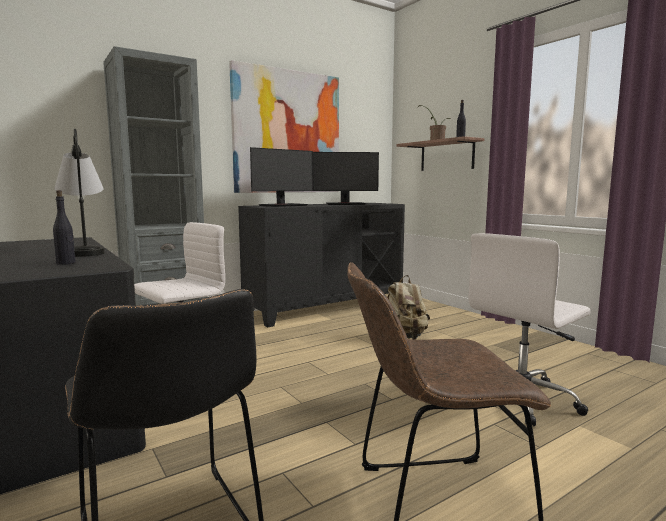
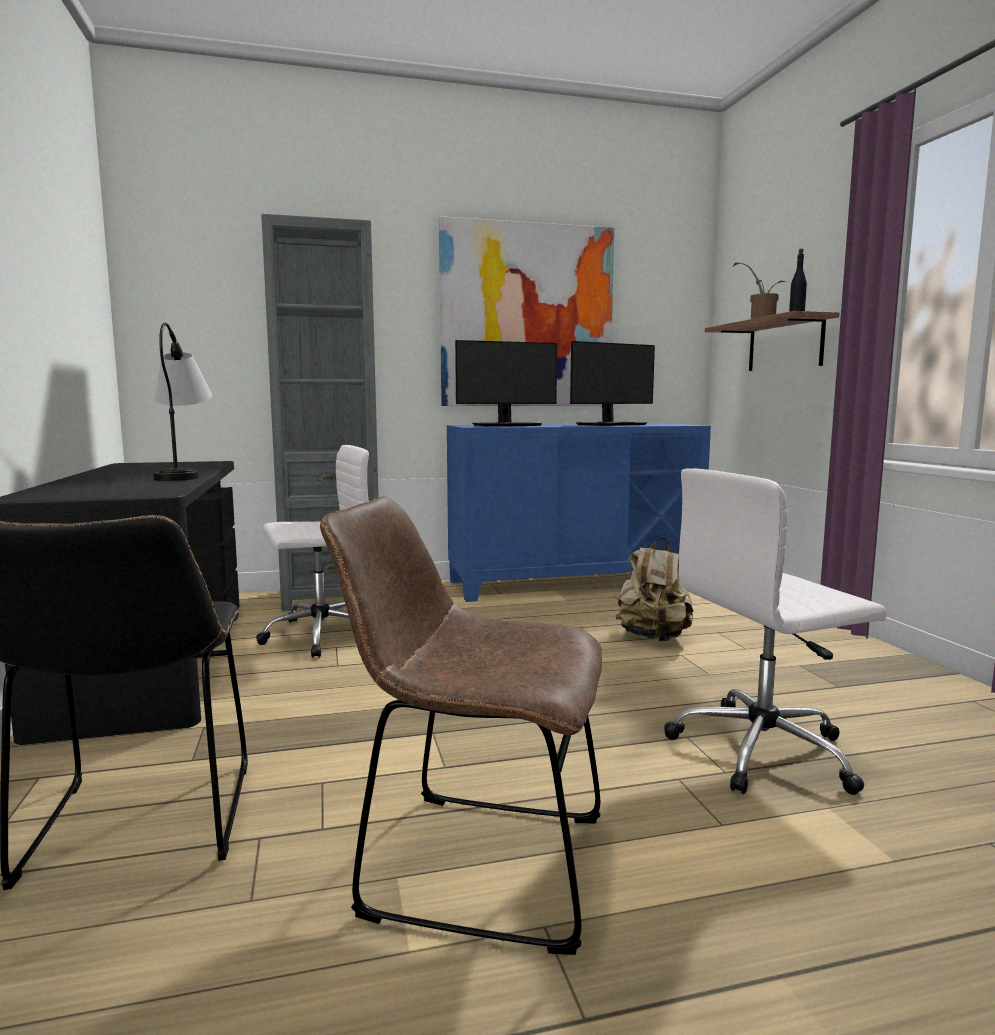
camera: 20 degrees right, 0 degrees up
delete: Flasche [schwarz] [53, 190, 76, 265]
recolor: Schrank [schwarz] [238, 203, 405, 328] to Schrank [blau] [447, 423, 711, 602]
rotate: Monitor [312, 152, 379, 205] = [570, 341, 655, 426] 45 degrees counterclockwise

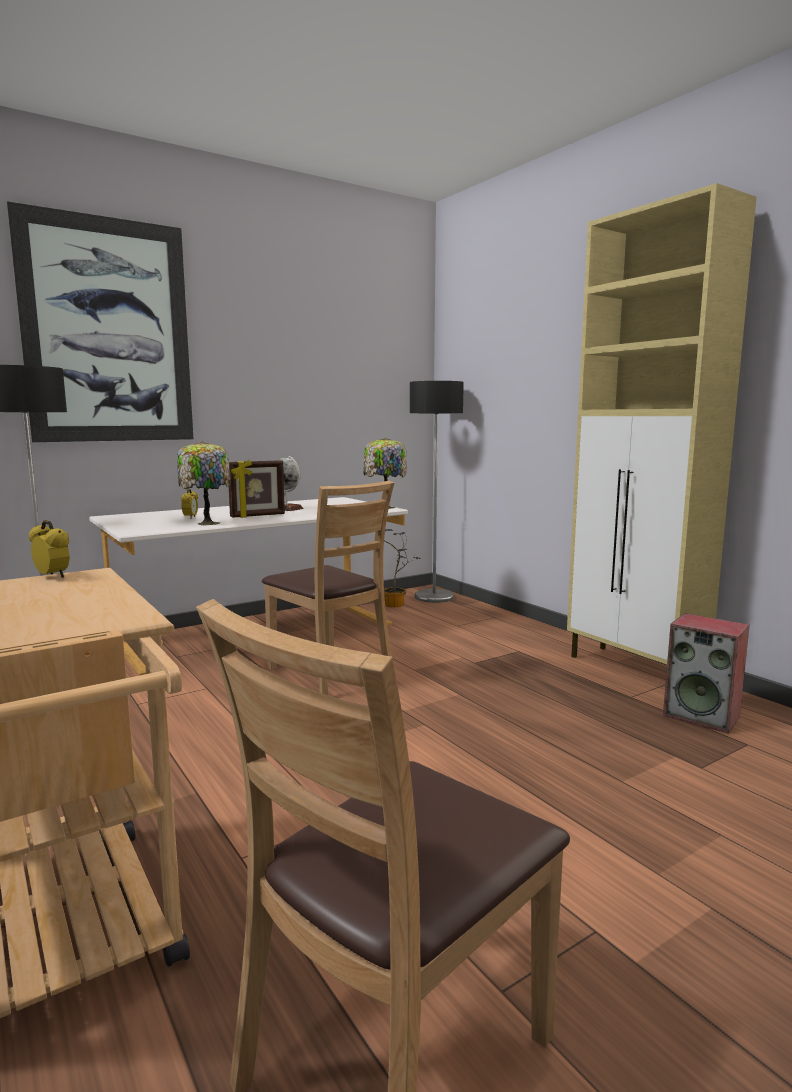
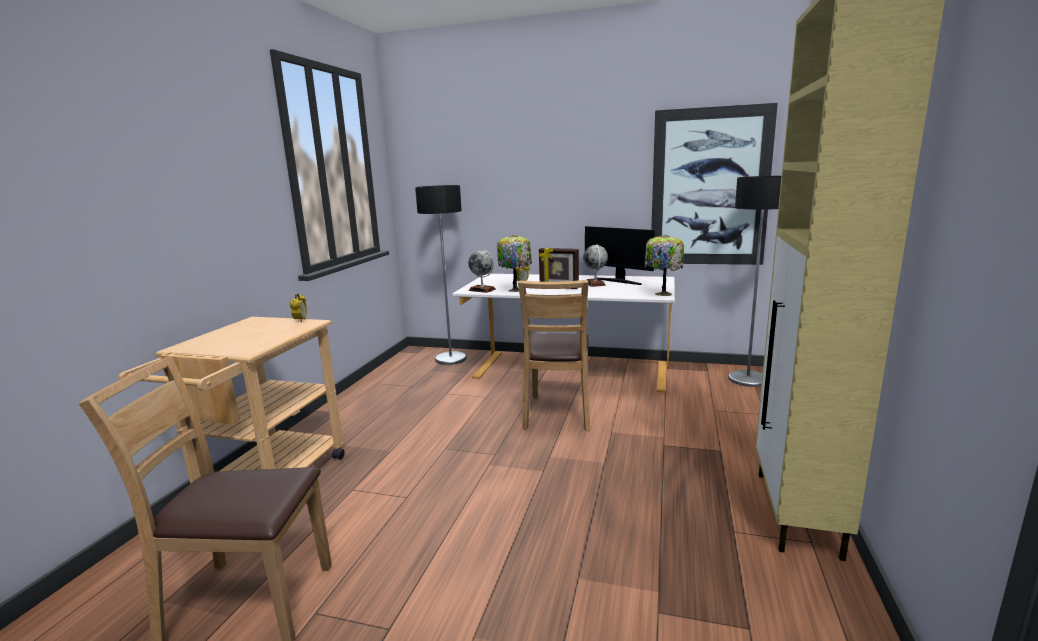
camera: 50 degrees right, 5 degrees up
delete: Topfpflanze [384, 529, 420, 607]; Lautsprecher [663, 613, 750, 733]
insert: Globus [468, 250, 496, 293]; Monitor [585, 226, 655, 285]
move: Bild [7, 201, 193, 442] to [651, 103, 778, 265]

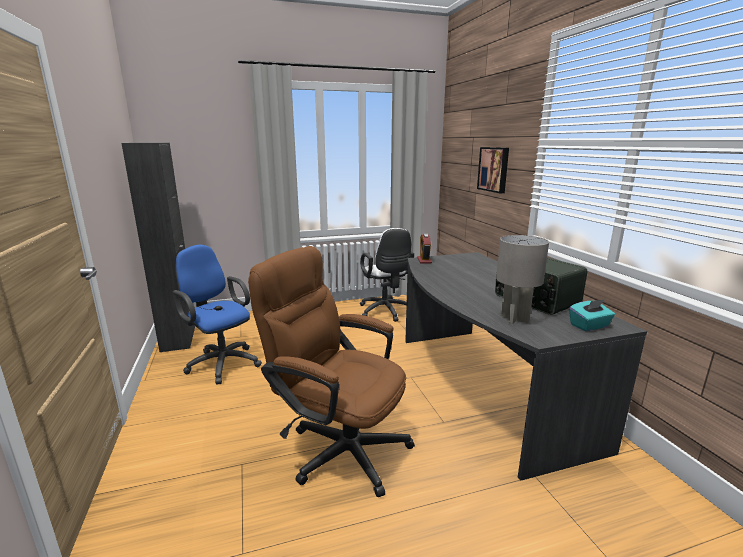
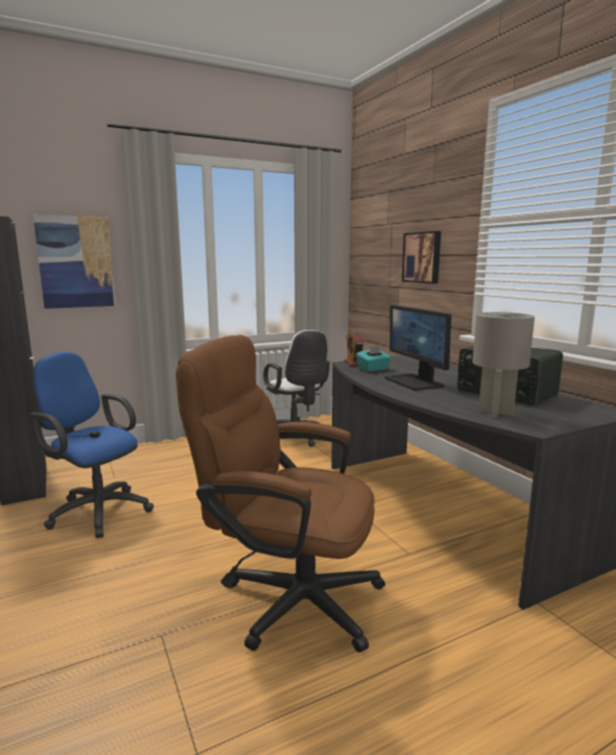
camera: 10 degrees left, 5 degrees down
insert: Bild [33, 215, 116, 309]; Monitor [384, 305, 451, 390]
move: Taschentuchbox [türkis] [569, 299, 615, 331] to [356, 346, 392, 372]

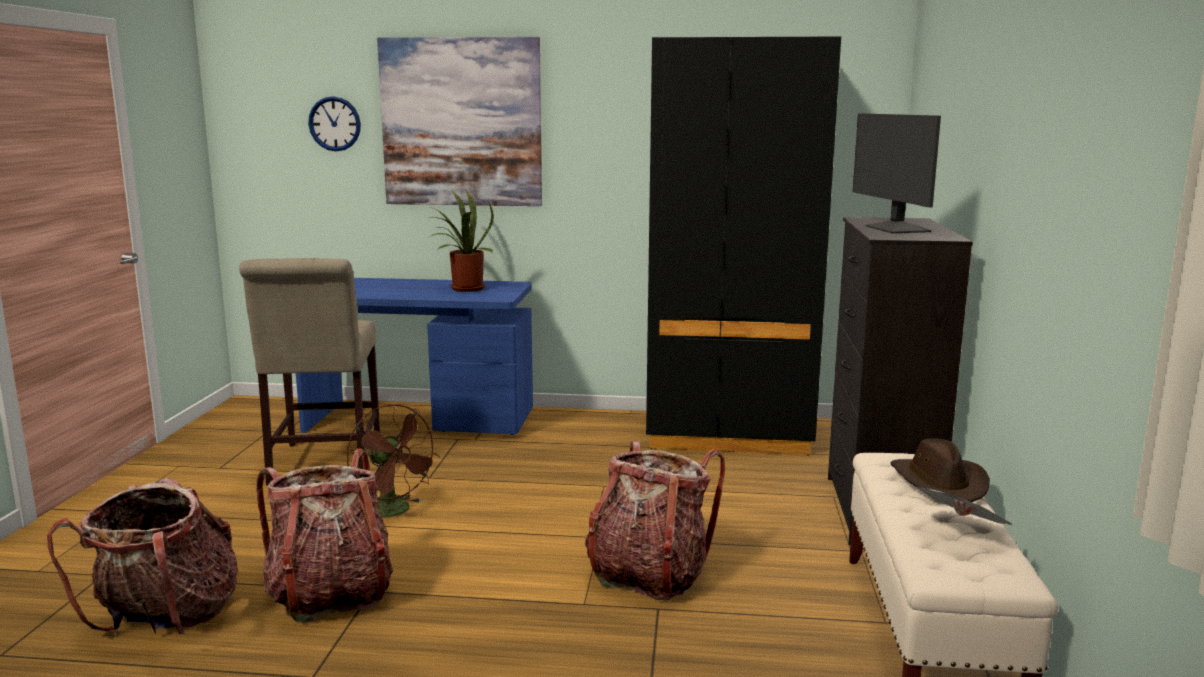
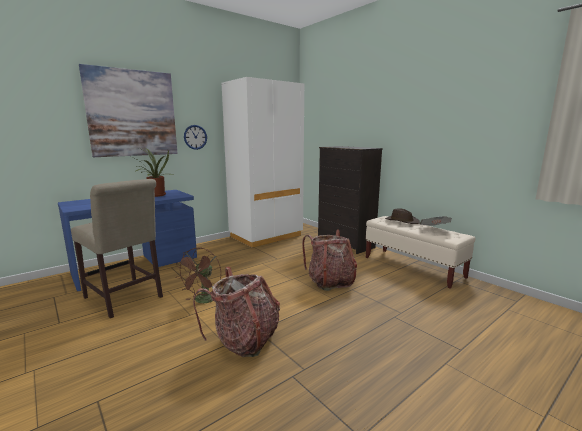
camera: 45 degrees left, 0 degrees up
delete: Rucksack [47, 478, 238, 635]; Monitor [853, 113, 941, 233]
move: Wanduhr [308, 96, 361, 151] to [184, 125, 207, 150]
recolor: Kleiderschrank [schwarz] [646, 36, 841, 456] to Kleiderschrank [weiß] [222, 77, 304, 248]
rotate: Ventilator [braun] [347, 404, 440, 517] = [176, 248, 221, 303] 105 degrees clockwise

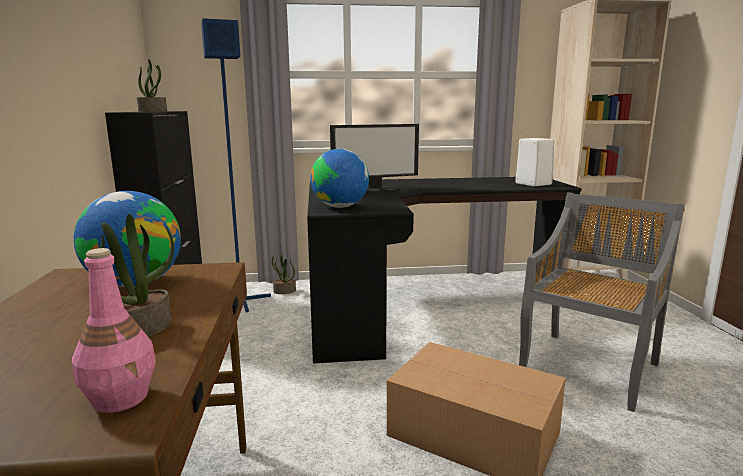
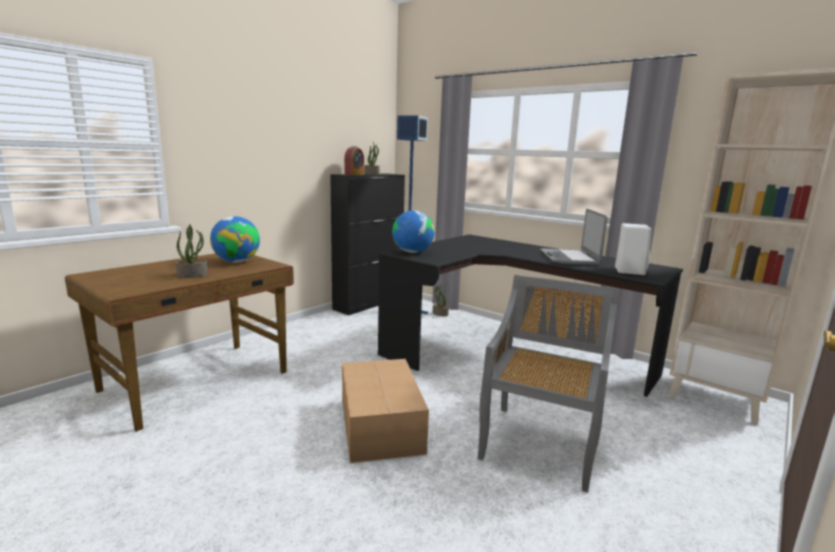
camera: 45 degrees right, 0 degrees up
delete: Flasche [rosa] [72, 248, 156, 413]; Monitor [330, 124, 419, 192]
insert: Wecker [344, 146, 364, 175]; Laptop [540, 209, 608, 265]
rotate: Stuhl [grau] [519, 192, 685, 412] = [477, 274, 620, 493] 60 degrees counterclockwise

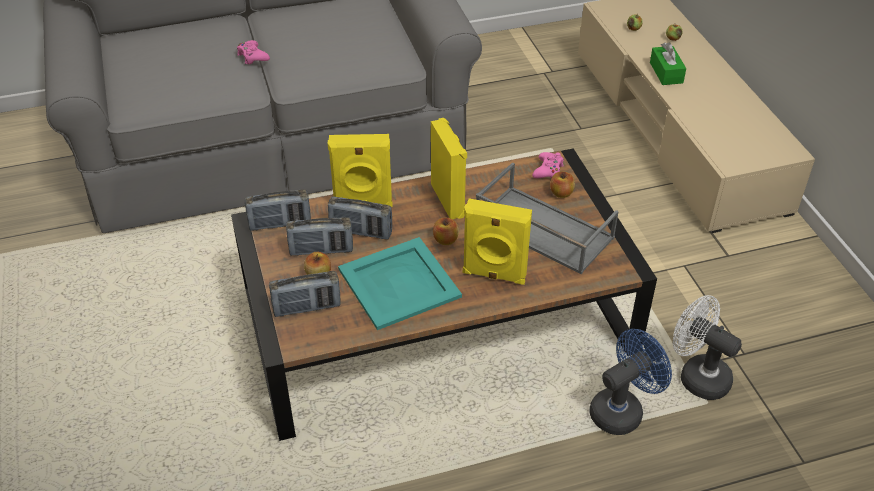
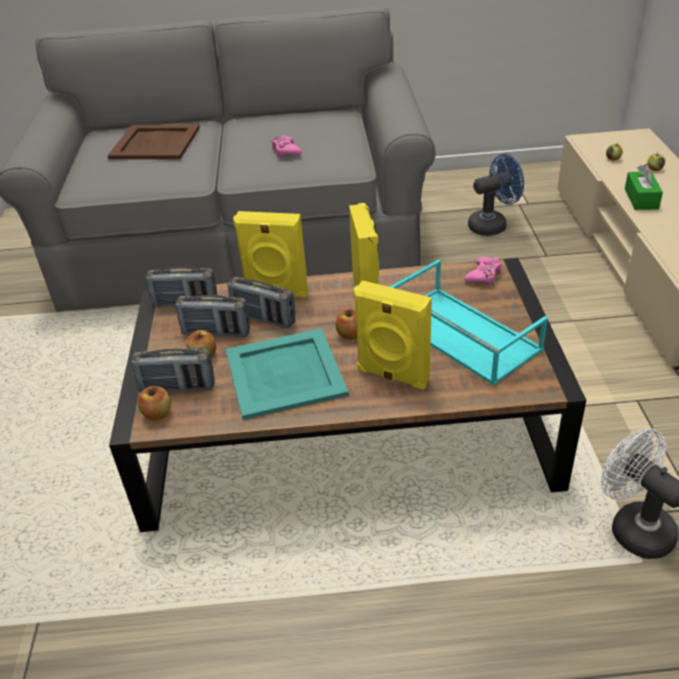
camera: 15 degrees right, 5 degrees down
insert: Tablett [braun] [107, 124, 200, 159]
move: Gamepad [rosa] [237, 40, 270, 65] to [272, 136, 302, 158]; Apfel [550, 171, 575, 198] to [138, 386, 171, 421]; Ventilator [blau] [589, 329, 672, 435] to [468, 154, 524, 236]
recolor: Tablett [grau] [476, 162, 619, 274] to Tablett [türkis] [389, 259, 548, 386]

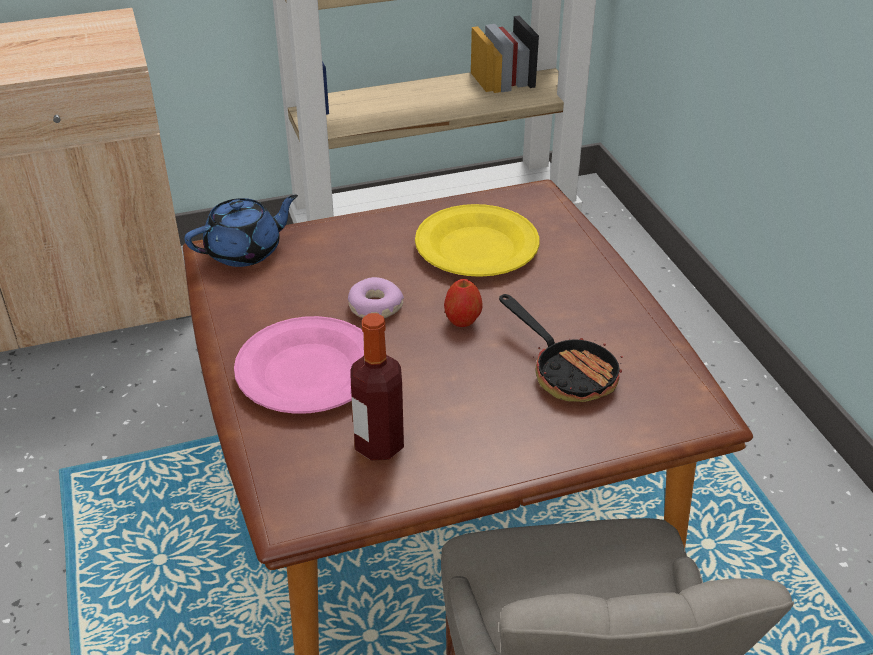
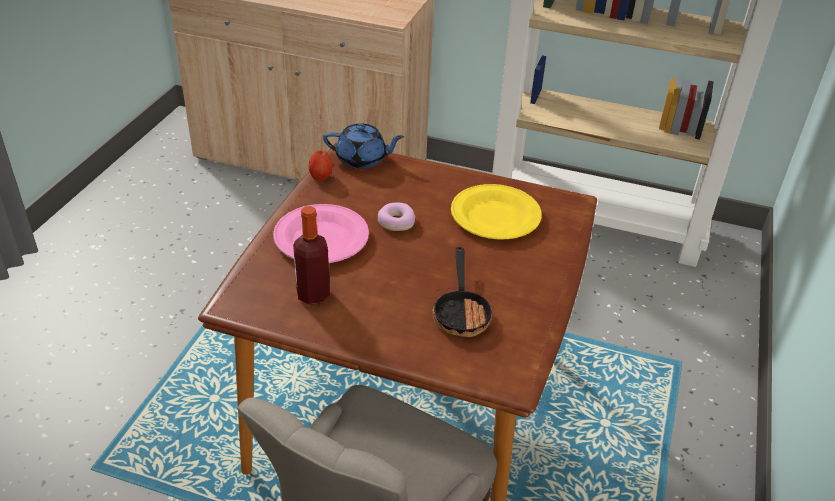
camera: 35 degrees right, 0 degrees up
move: Apfel [444, 279, 483, 327] to [308, 150, 333, 181]

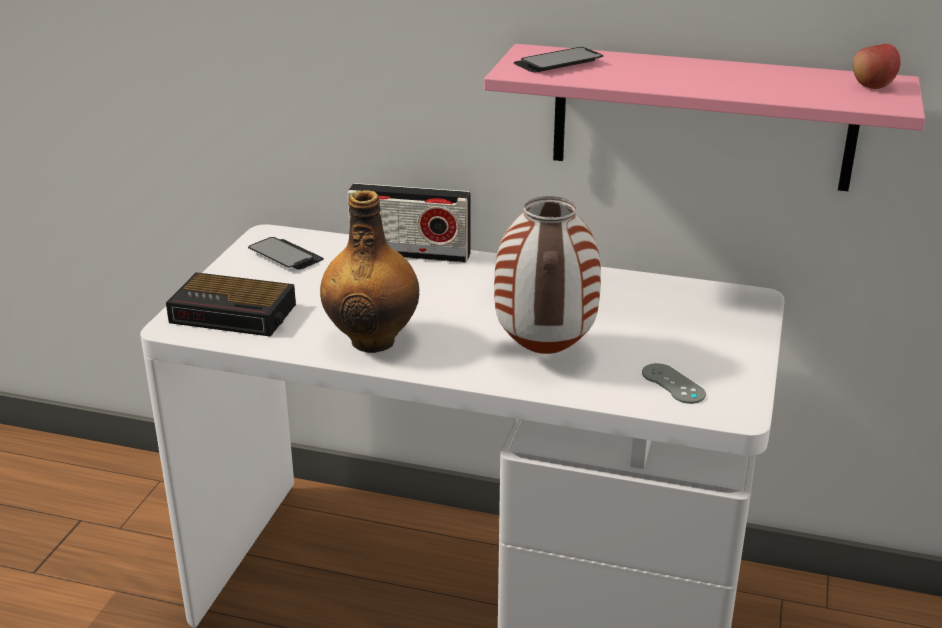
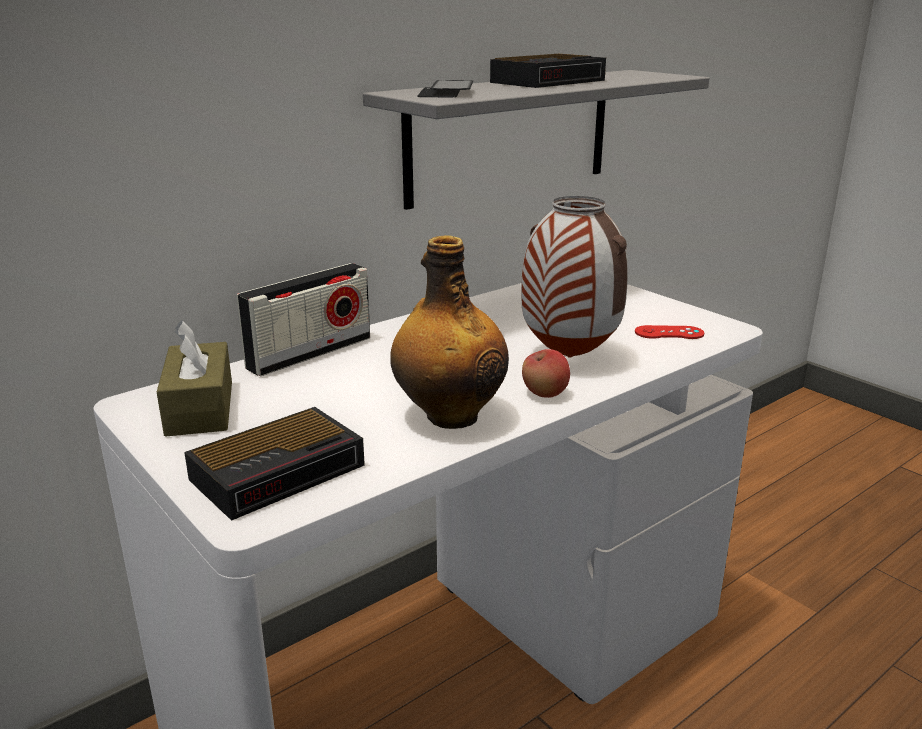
camera: 55 degrees left, 5 degrees down
insert: Wecker [490, 54, 606, 88]
move: Apfel [853, 44, 901, 89] to [522, 349, 570, 398]
replace: Handy [248, 237, 324, 270] to Taschentuchbox [braun] [157, 321, 232, 437]
recolor: Wandregal [rosa] [484, 44, 925, 191] to Wandregal [grau] [363, 70, 709, 210]; Gamepad [grau] [642, 363, 706, 404] to Gamepad [rot] [635, 325, 704, 339]

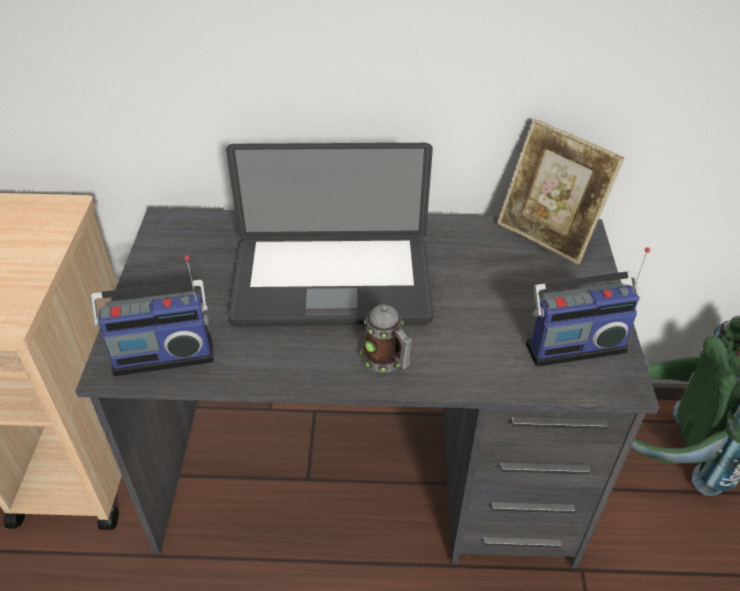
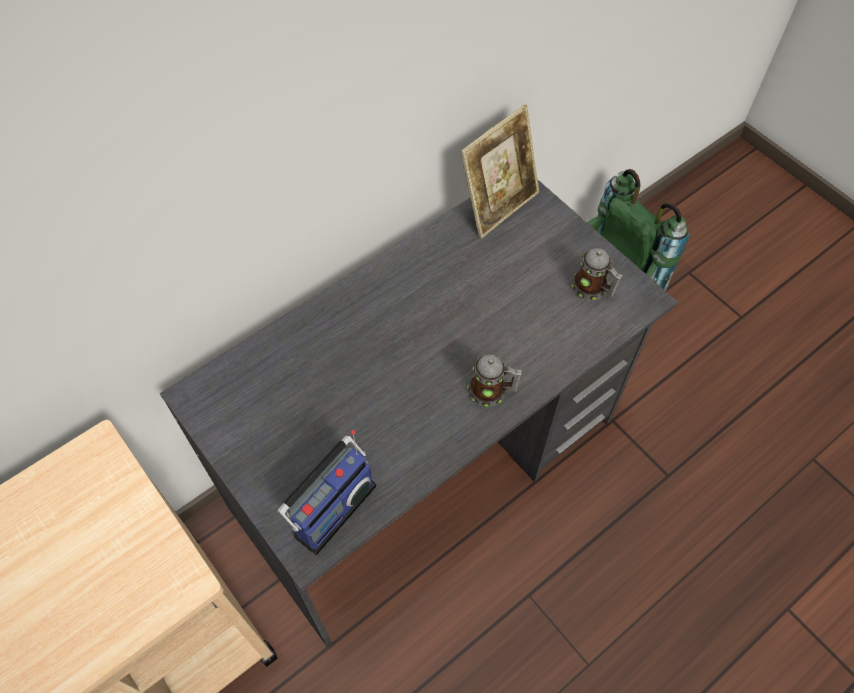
camera: 40 degrees left, 15 degrees up
delete: Laptop [226, 143, 434, 326]
replace: Radio [526, 247, 650, 367] to Henkelbecher [572, 248, 623, 300]
rotate: Bilderrahmen [497, 119, 625, 265] = [461, 105, 539, 239] 45 degrees counterclockwise

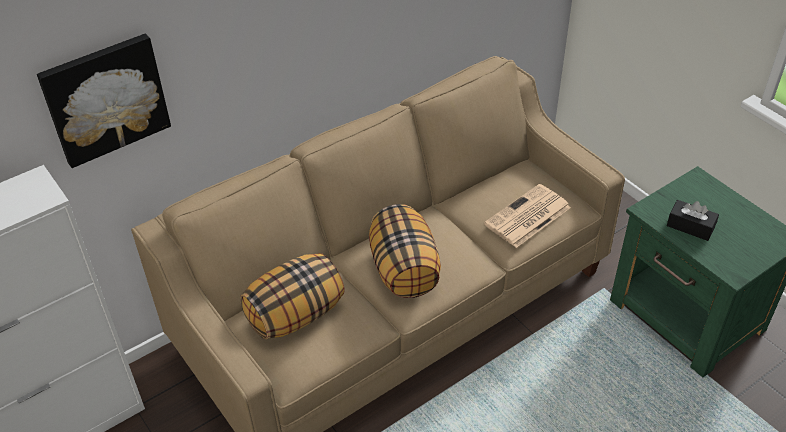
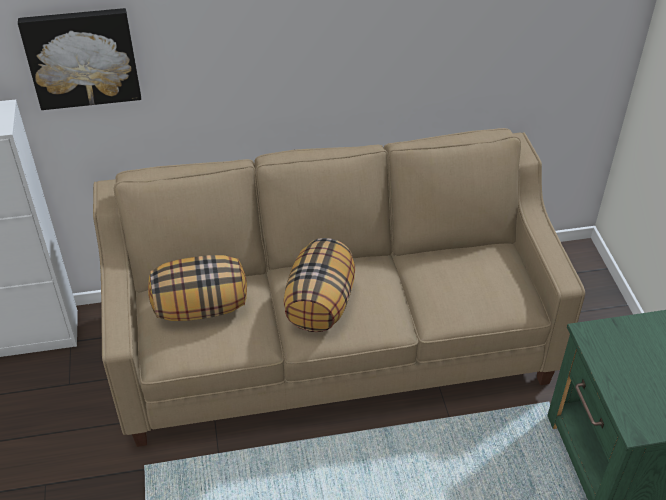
camera: 25 degrees right, 0 degrees up
delete: Zeitung [484, 184, 571, 248]; Taschentuchbox [schwarz] [667, 200, 719, 241]

